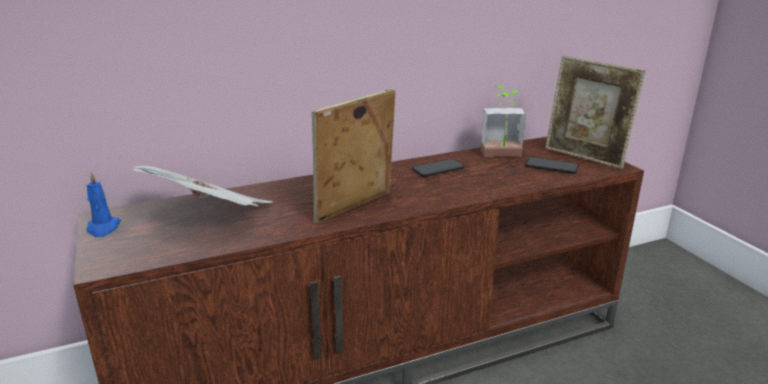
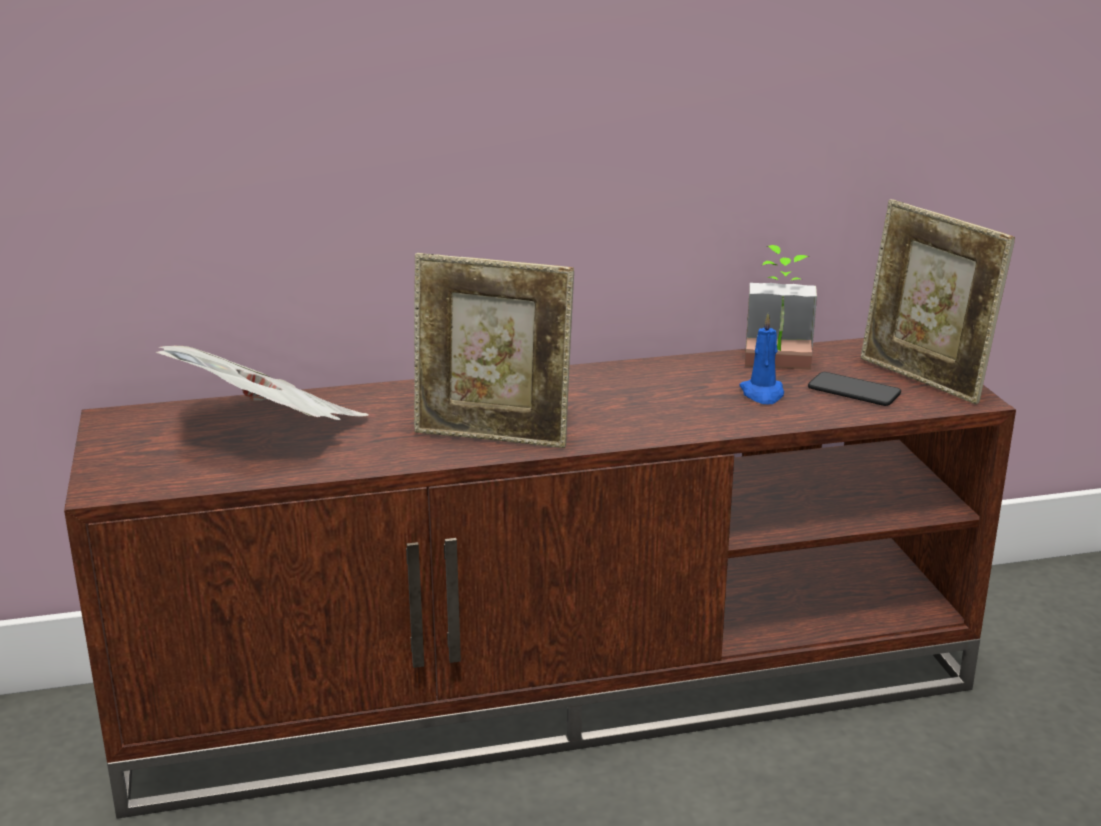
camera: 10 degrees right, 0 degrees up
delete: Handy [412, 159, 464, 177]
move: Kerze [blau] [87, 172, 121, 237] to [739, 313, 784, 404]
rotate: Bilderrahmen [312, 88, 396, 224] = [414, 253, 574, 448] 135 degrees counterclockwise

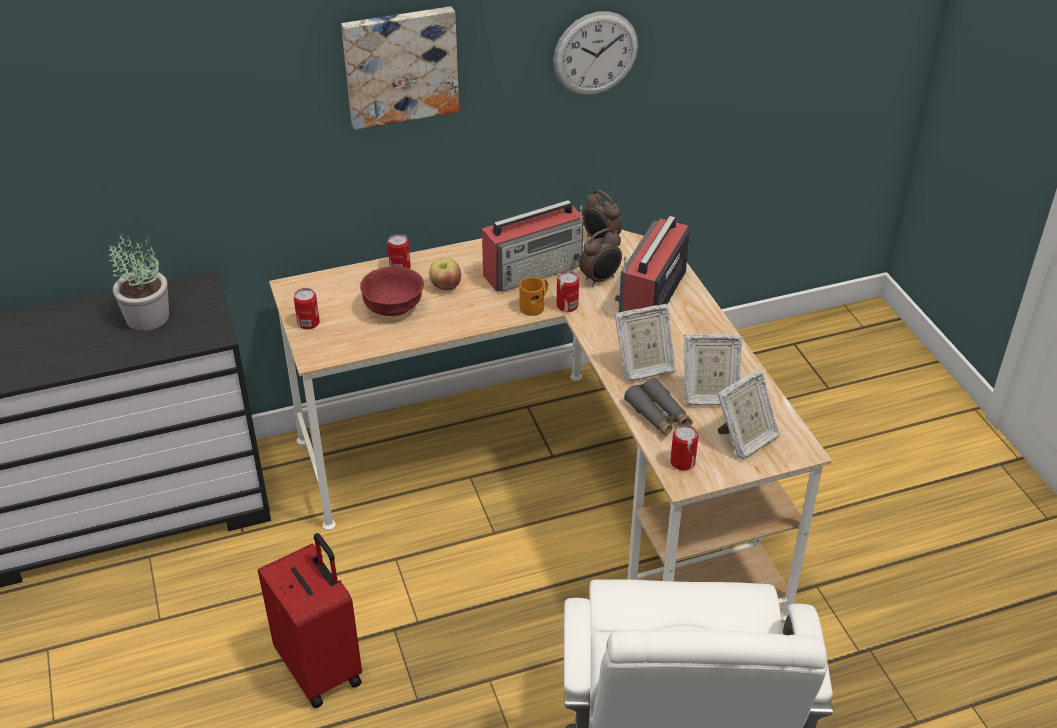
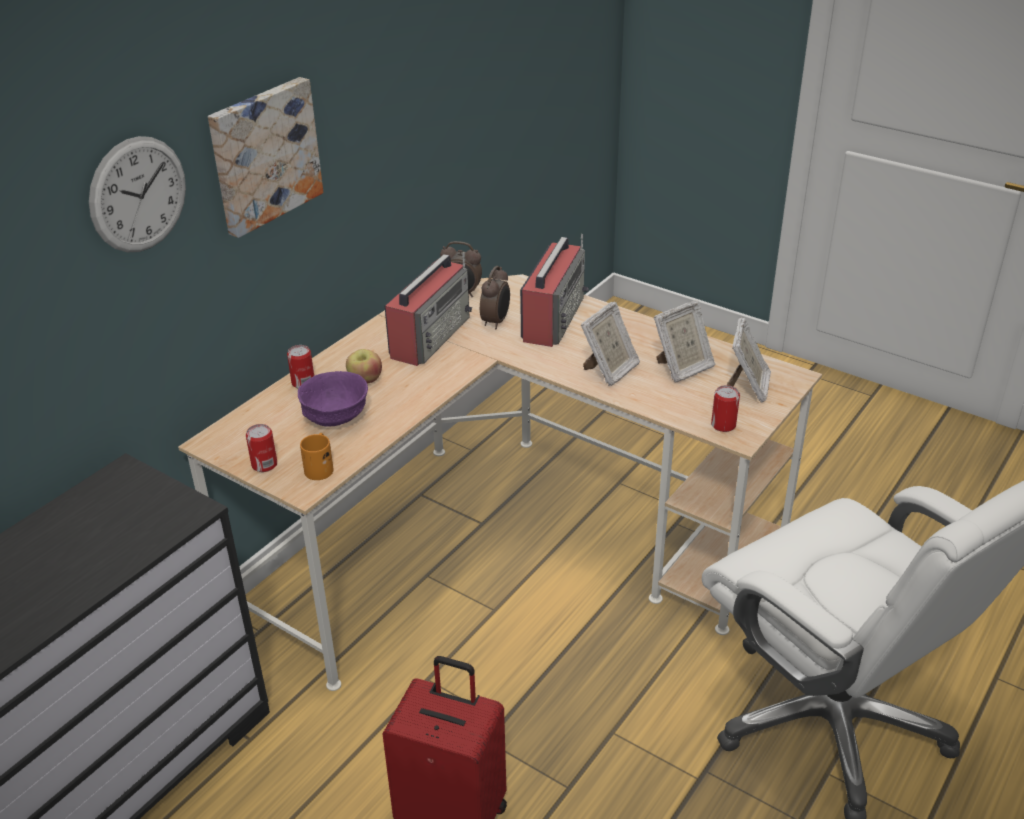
camera: 35 degrees left, 5 degrees down
delete: Topfpflanze [108, 232, 169, 331]; Dose [557, 271, 579, 312]; Fernglas [grau] [624, 378, 693, 436]
move: Henkelbecher [orange] [519, 277, 548, 316] to [300, 433, 333, 480]; Wanduhr [553, 11, 638, 95] to [89, 136, 186, 252]
recolor: Schüssel [rot] [360, 266, 424, 316] to Schüssel [lila] [298, 371, 368, 427]
rotate: Radio [615, 216, 690, 312] = [520, 234, 589, 347] 150 degrees counterclockwise

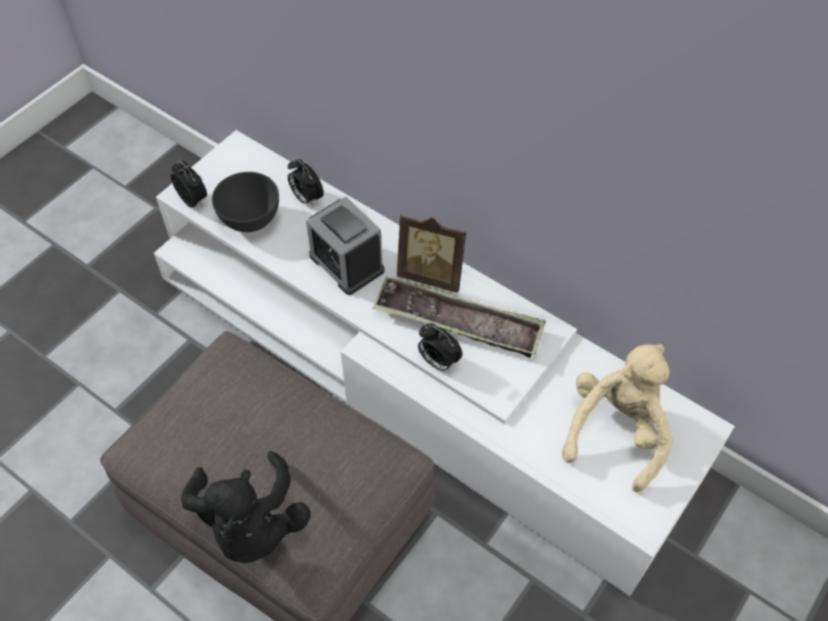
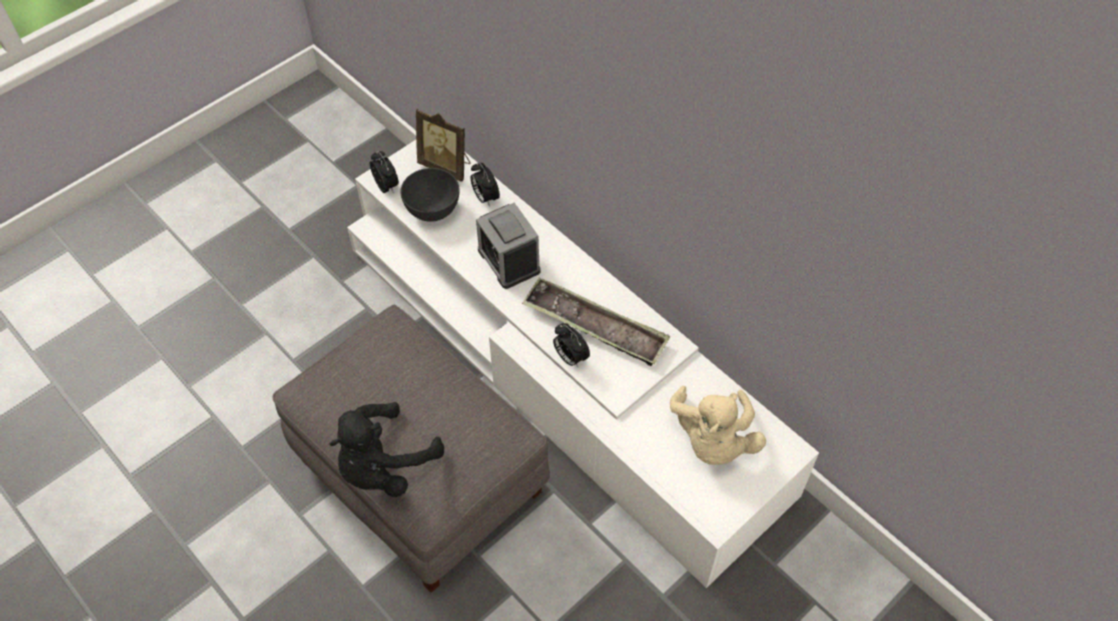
camera: 10 degrees right, 0 degrees up
move: Bilderrahmen [397, 214, 466, 293] to [416, 109, 470, 182]
rotate: Plüschtier [schwarz] [181, 451, 311, 563] = [329, 402, 444, 497] 45 degrees clockwise; Plüschtier [beige] [562, 344, 672, 493] = [670, 386, 766, 465] 150 degrees clockwise

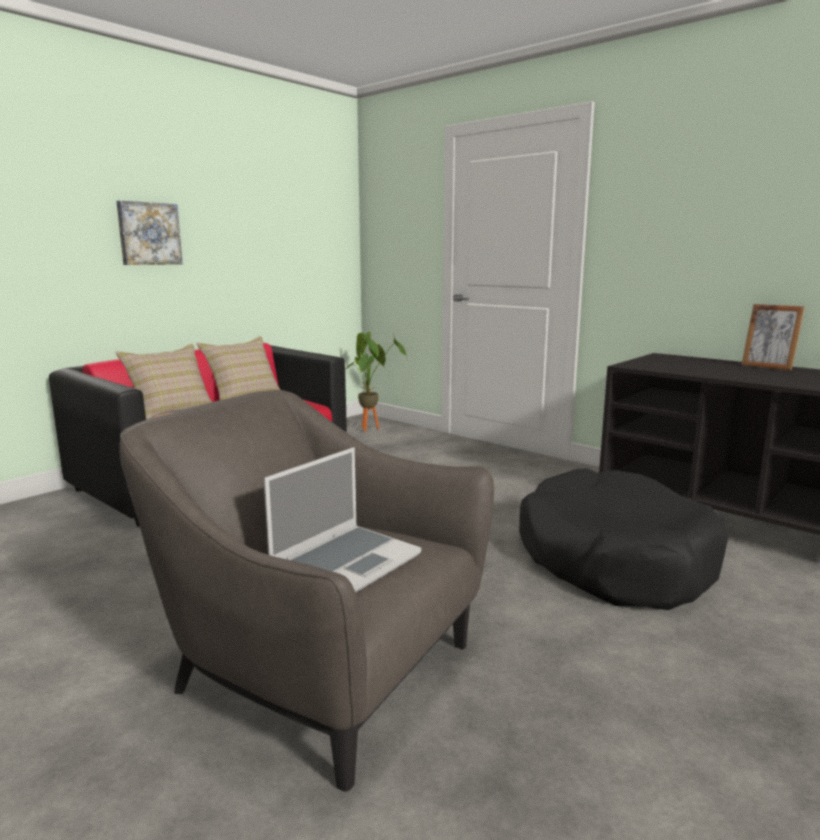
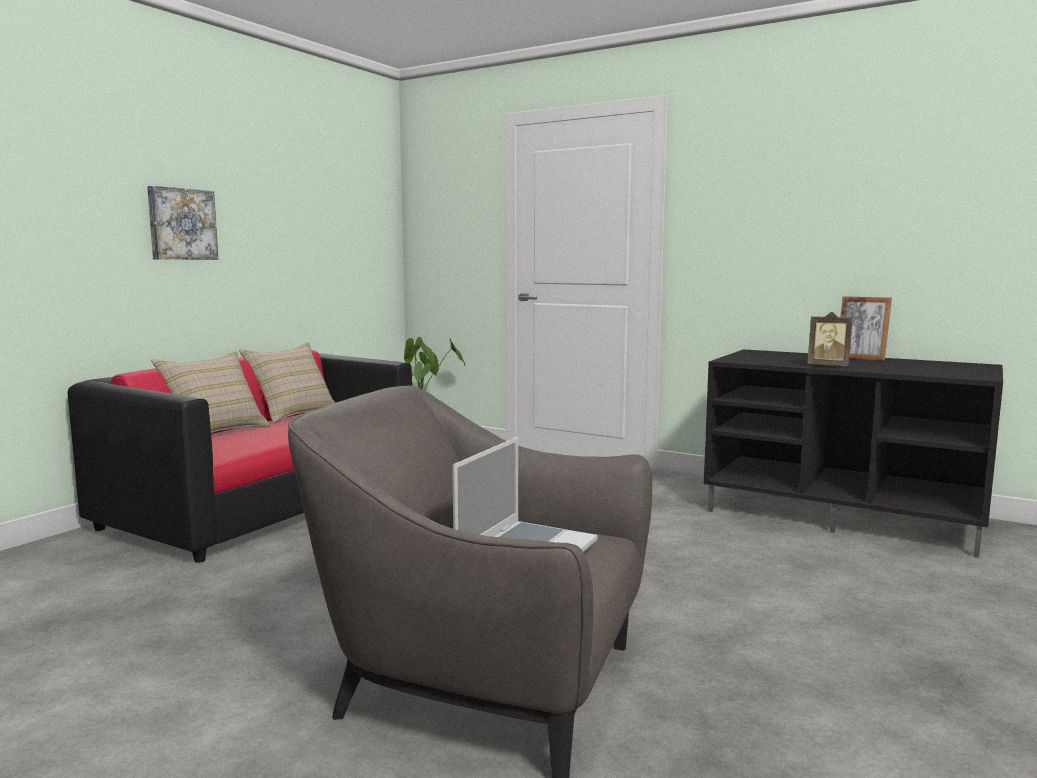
camera: 10 degrees left, 5 degrees down
delete: Hundebett [schwarz] [519, 468, 728, 610]
insert: Bilderrahmen [807, 312, 853, 366]

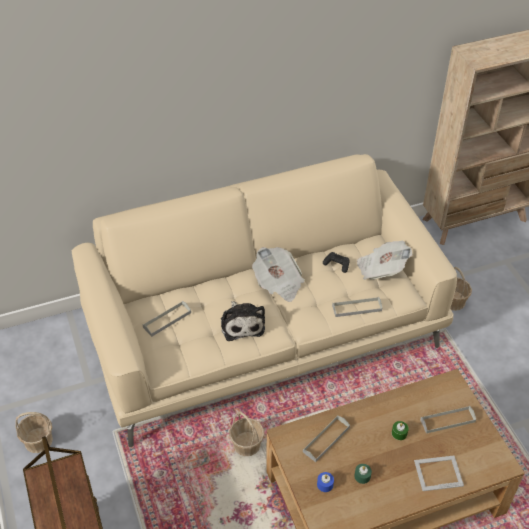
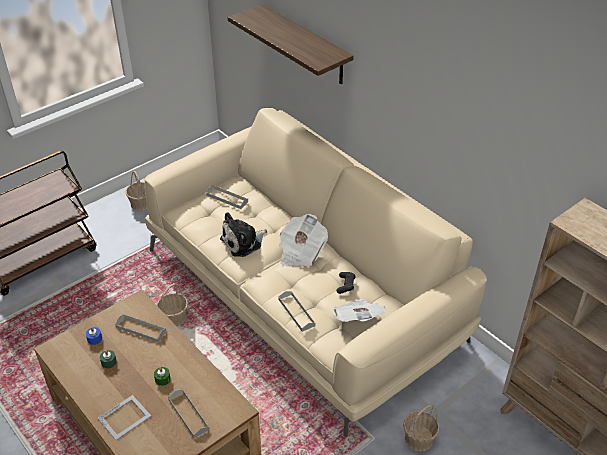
camera: 70 degrees right, 5 degrees down
insert: Wandregal [228, 4, 354, 84]
rotate: Bilderrahmen [414, 456, 464, 491] = [98, 395, 151, 440] 75 degrees clockwise

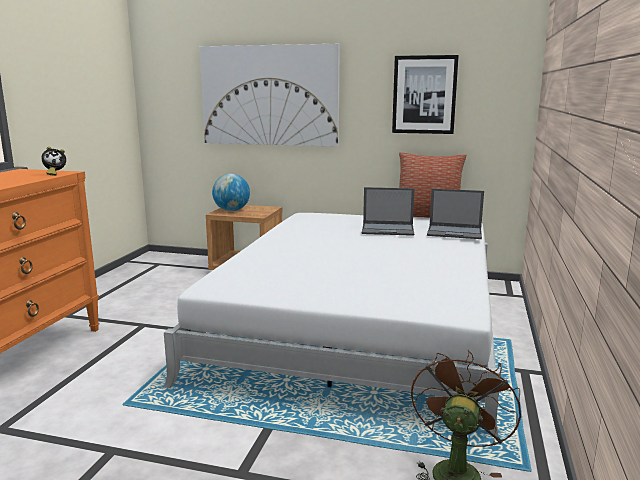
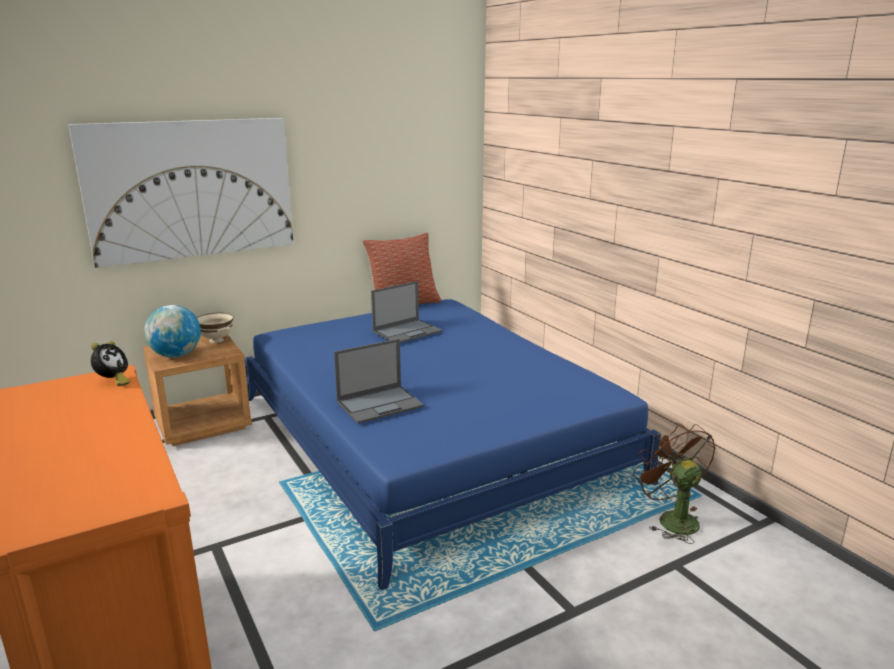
camera: 45 degrees left, 5 degrees up
delete: Bild [392, 55, 459, 134]
insert: Schüssel [beige] [197, 313, 233, 343]
move: Laptop [427, 189, 484, 239] to [334, 339, 424, 424]
recolor: Bett [weiß] [164, 213, 501, 437] to Bett [blau] [245, 299, 661, 591]

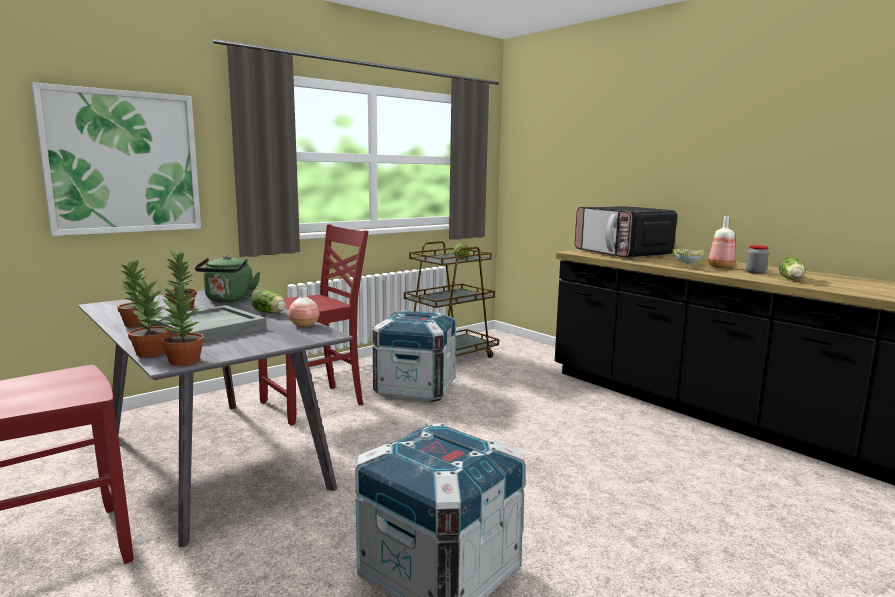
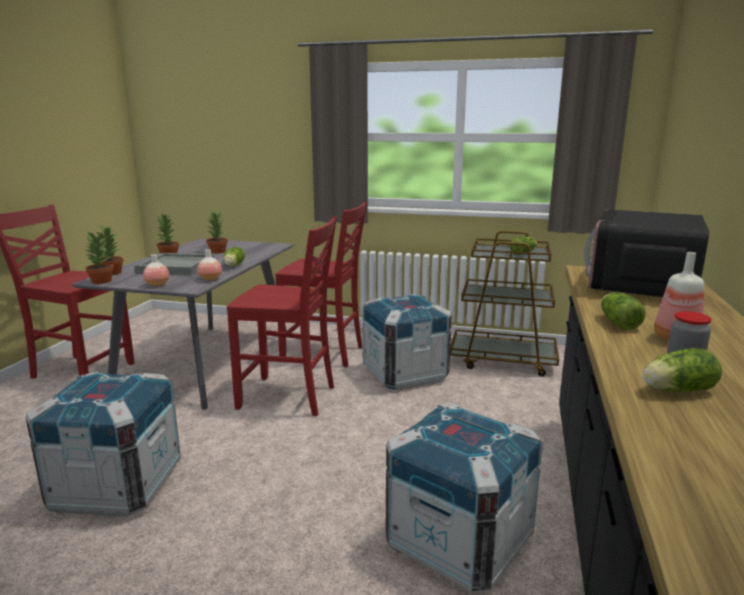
camera: 55 degrees right, 5 degrees up
delete: Bild [31, 82, 201, 236]; Wasserkessel [grün] [195, 255, 261, 303]
insert: Vase [143, 254, 169, 287]; Stuhl [rot] [227, 216, 337, 416]; Kiste [385, 404, 543, 593]
replace: Schüssel [673, 248, 706, 267] to Salatkopf [601, 292, 645, 330]

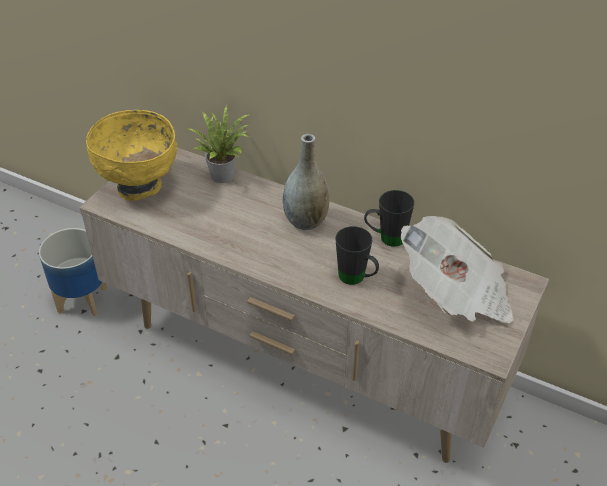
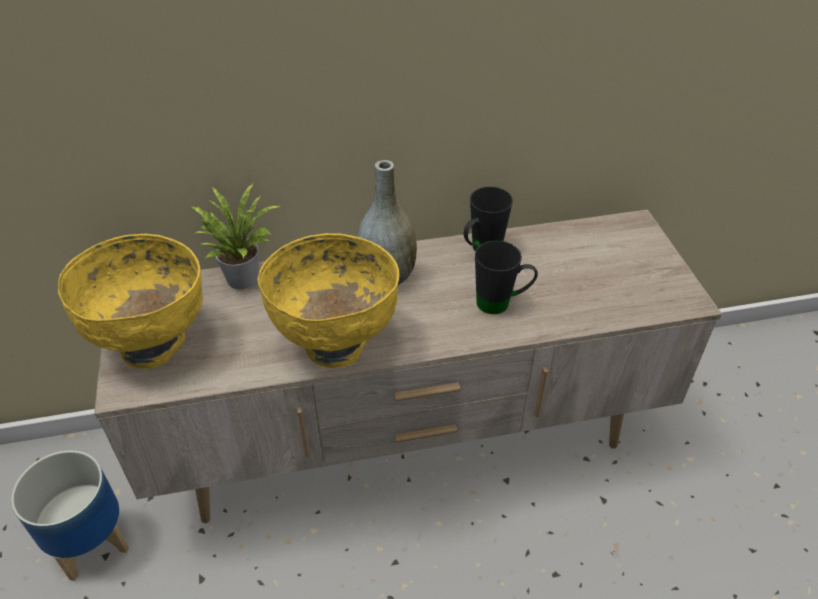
camera: 40 degrees left, 0 degrees up
delete: Zeitung [401, 216, 514, 323]
insert: Schüssel [gelb] [257, 233, 399, 368]

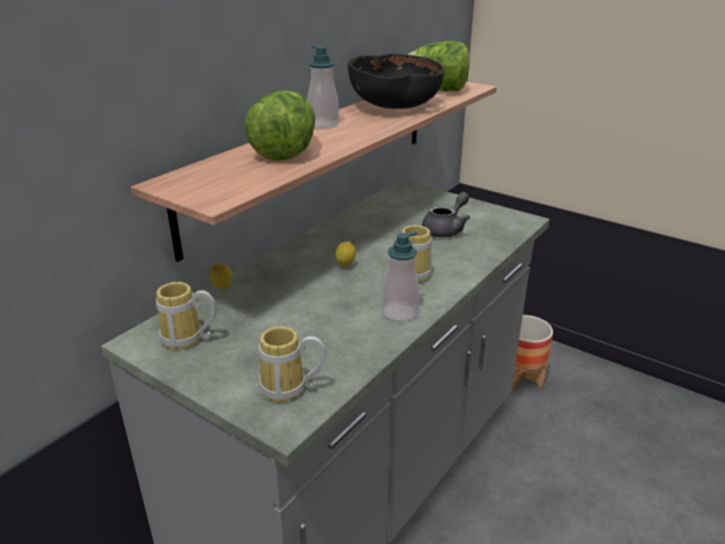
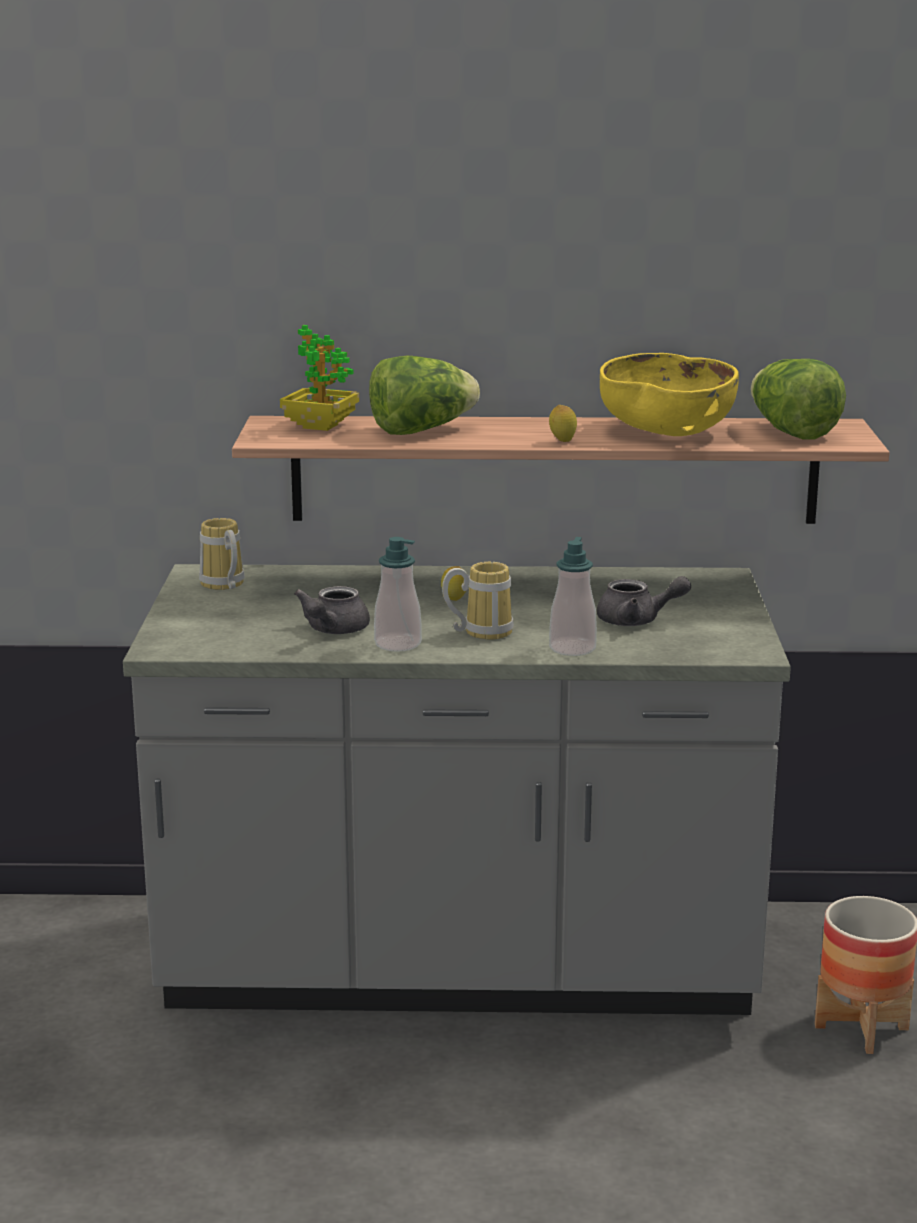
camera: 55 degrees right, 10 degrees down
delete: Henkelbecher [259, 326, 326, 402]
insert: Topfpflanze [280, 325, 359, 431]; Teekanne [grau] [294, 586, 370, 634]
move: Zitrone [210, 263, 232, 290] to [549, 405, 577, 442]; Seifenspender [307, 45, 339, 129] to [549, 537, 597, 656]
recolor: Schüssel [schwarz] [348, 54, 444, 109] to Schüssel [gelb] [600, 353, 739, 436]

